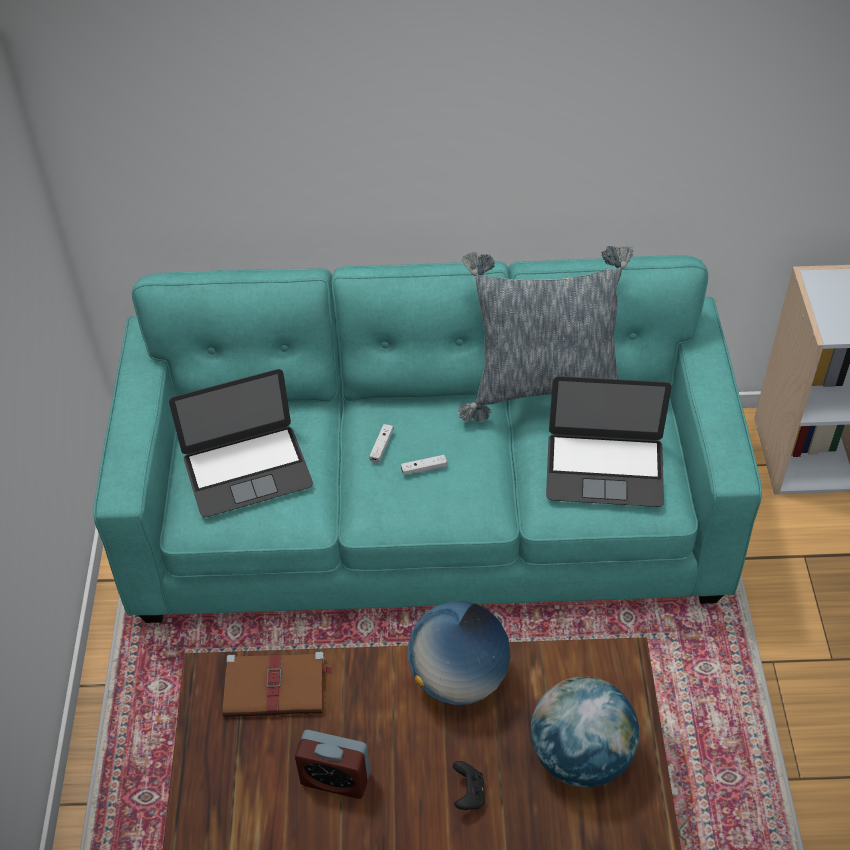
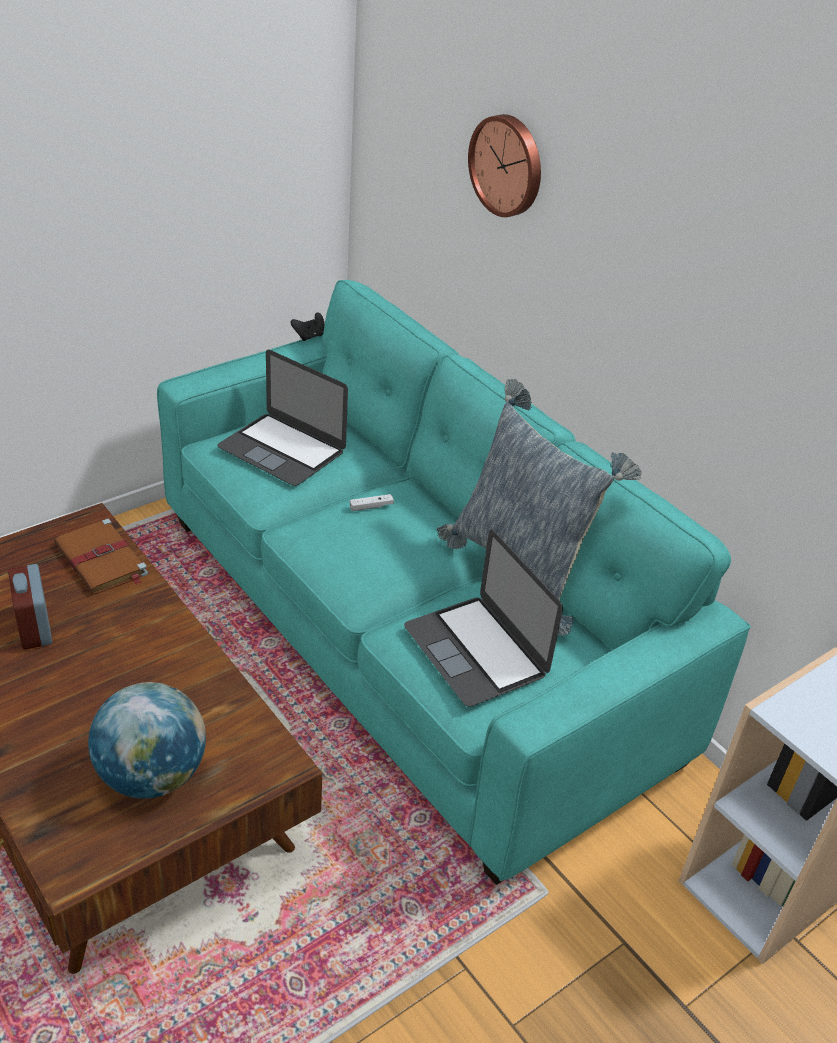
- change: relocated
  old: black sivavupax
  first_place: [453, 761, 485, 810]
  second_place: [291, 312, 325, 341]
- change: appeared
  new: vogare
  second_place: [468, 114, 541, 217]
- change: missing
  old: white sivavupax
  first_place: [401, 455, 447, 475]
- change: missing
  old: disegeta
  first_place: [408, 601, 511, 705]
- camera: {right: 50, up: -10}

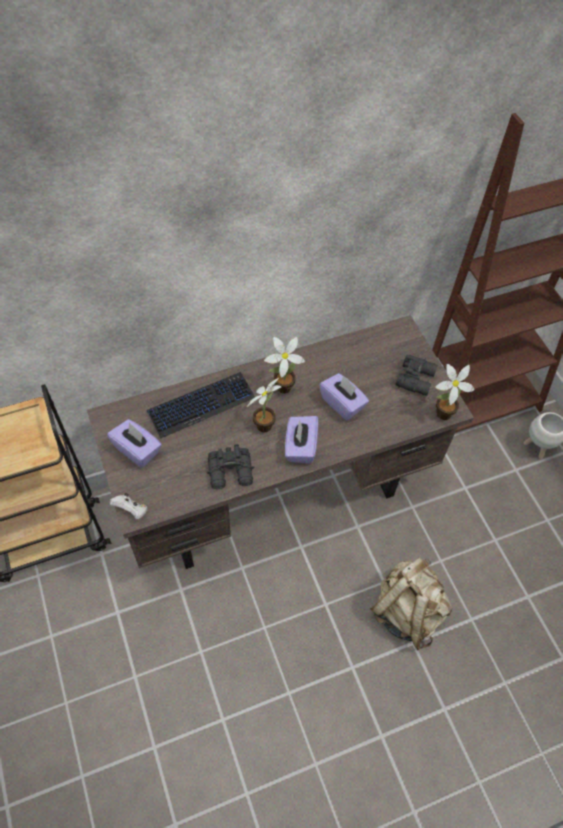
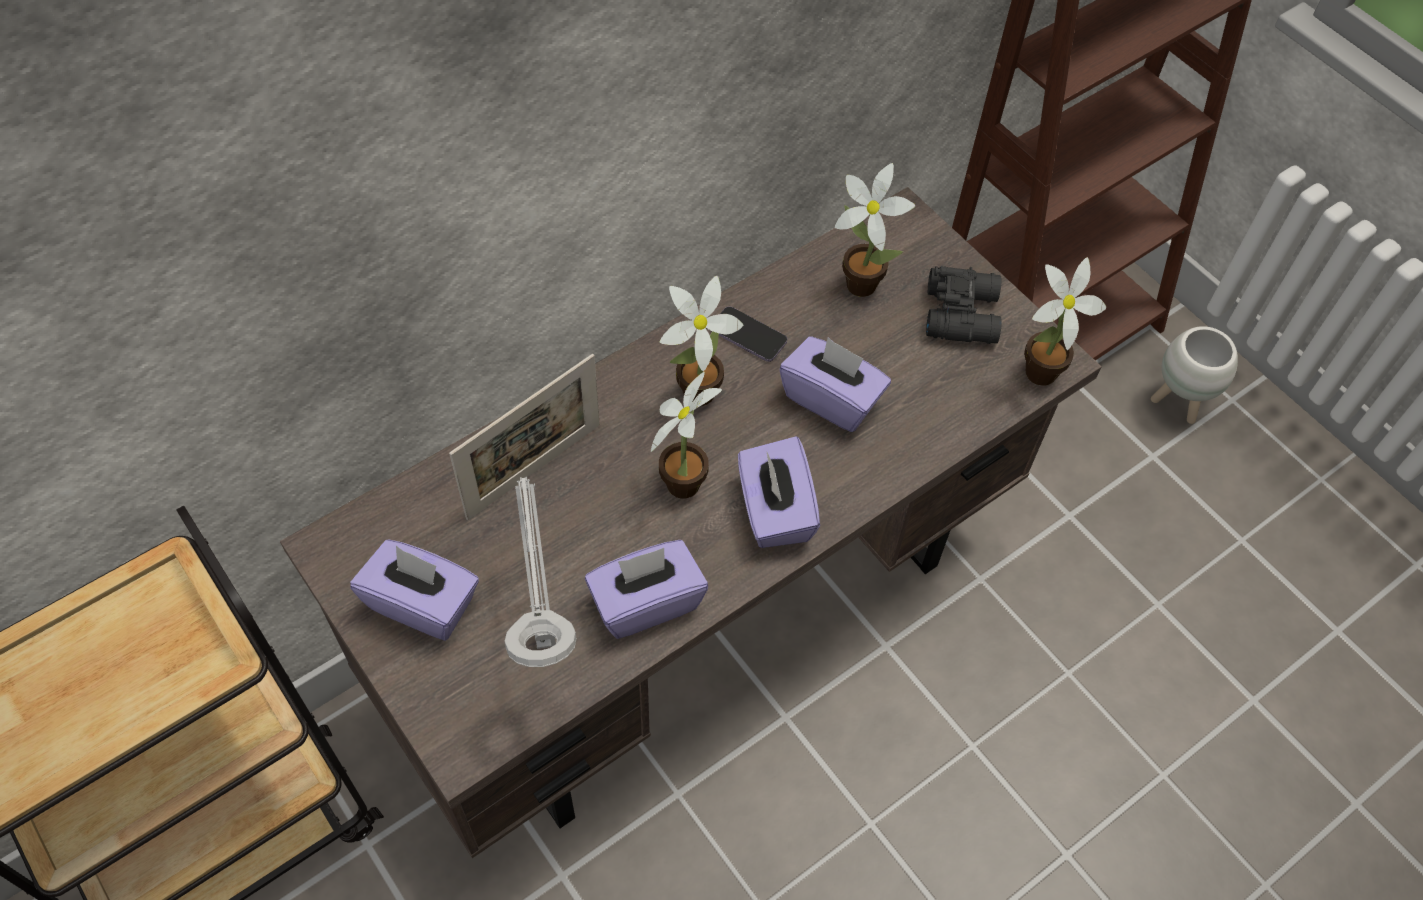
- change: exchanged
  old: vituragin
  new: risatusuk
  first_place: [147, 372, 255, 439]
  second_place: [449, 354, 600, 520]
- change: appeared
  new: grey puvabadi
  second_place: [505, 477, 576, 667]
- change: exchanged
  old: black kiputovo
  new: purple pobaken
  first_place: [207, 444, 254, 489]
  second_place: [585, 540, 708, 639]
- change: appeared
  new: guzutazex
  second_place: [719, 306, 787, 362]
- change: appeared
  new: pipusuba
  second_place: [835, 163, 915, 297]
- change: missing
  old: white sivavupax
  first_place: [110, 493, 148, 520]
- change: missing
  old: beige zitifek
  first_place: [370, 558, 452, 650]
- camera: {right: -15, up: 0}

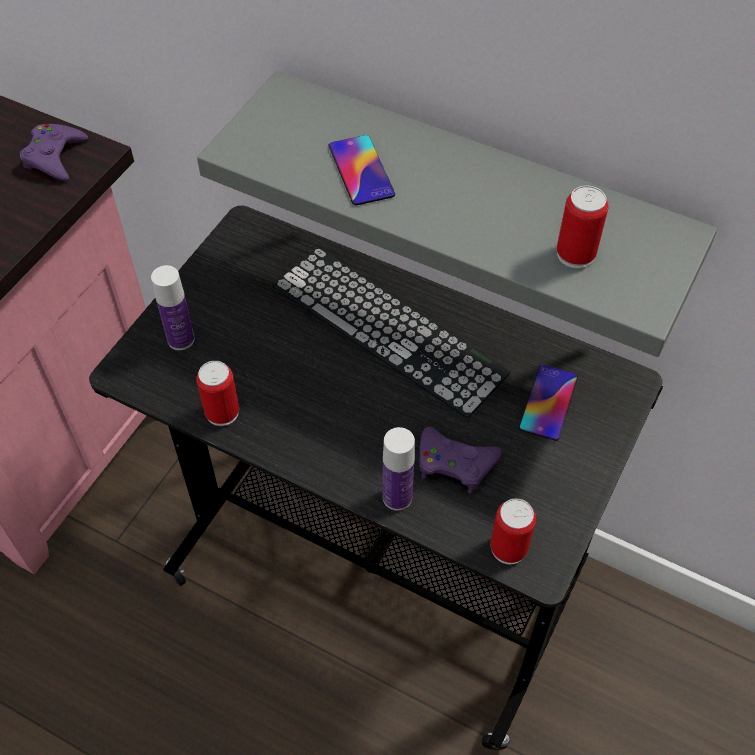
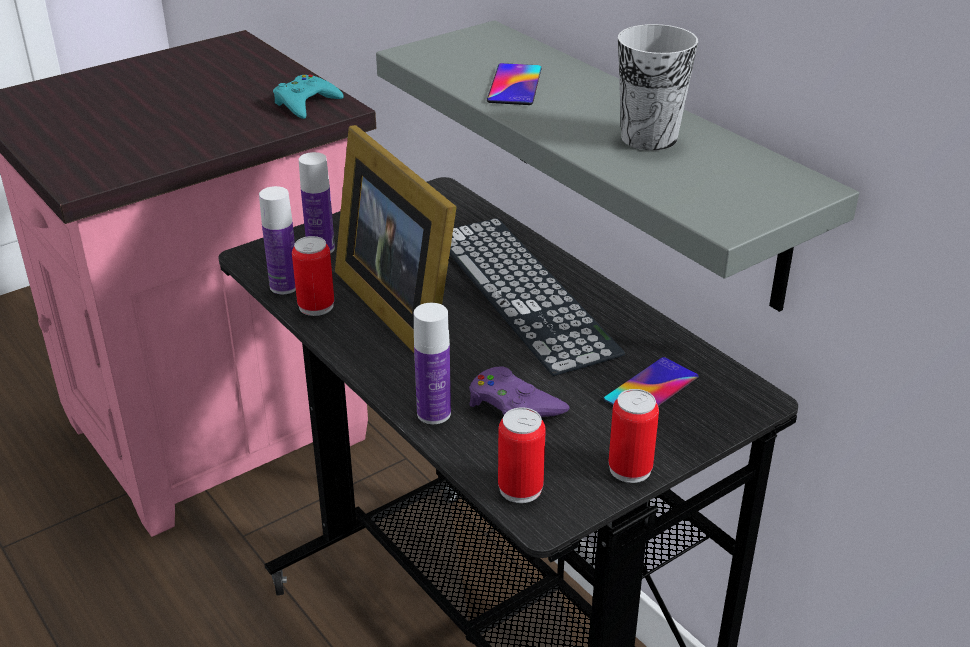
- change: appeared
  new: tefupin
  second_place: [259, 186, 296, 294]
- change: colour
  old: purple sivavupax
  new: turquoise sivavupax
  first_place: [20, 124, 88, 181]
  second_place: [273, 75, 344, 119]
- change: appeared
  new: risatusuk
  second_place: [335, 125, 457, 353]
- change: relocated
  old: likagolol
  first_place: [557, 186, 608, 269]
  second_place: [608, 389, 659, 483]
- change: appeared
  new: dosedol
  second_place: [618, 24, 698, 150]
- camera: {right: 25, up: -20}

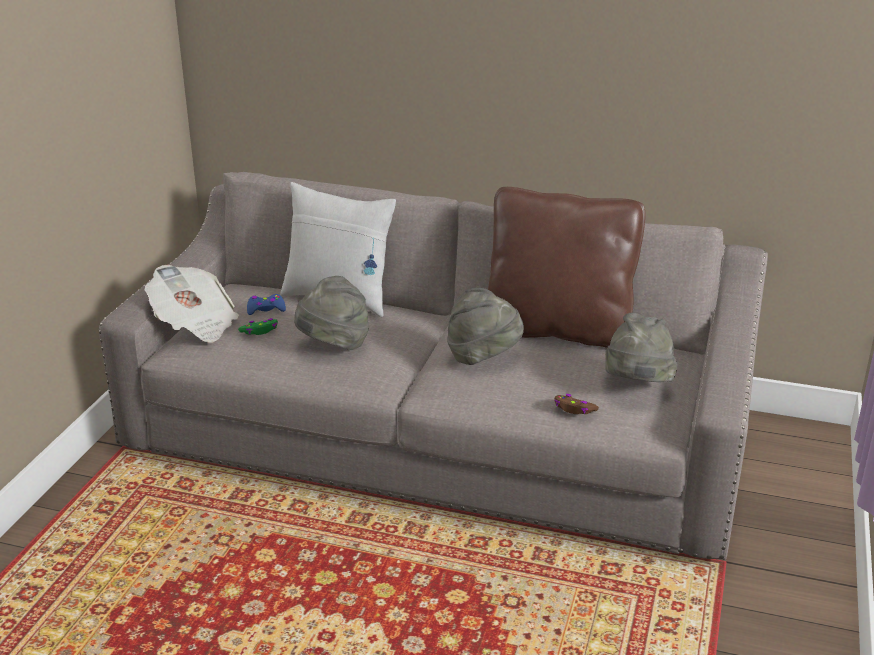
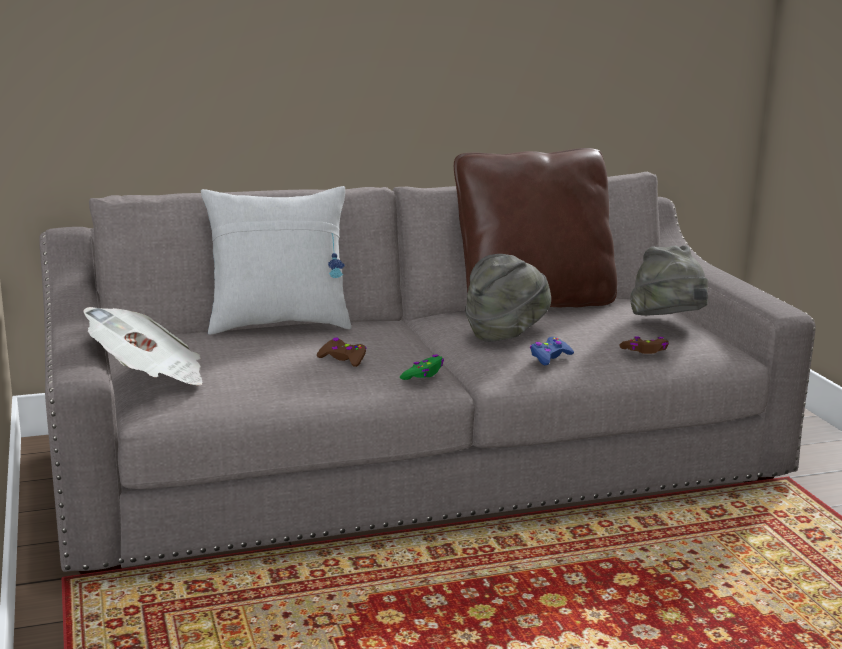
- change: exchanged
  old: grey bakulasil
  new: brown sivavupax
  first_place: [294, 276, 369, 350]
  second_place: [317, 337, 367, 367]
- change: relocated
  old: green sivavupax
  first_place: [238, 318, 278, 335]
  second_place: [400, 354, 444, 380]
- change: relocated
  old: blue sivavupax
  first_place: [247, 294, 286, 315]
  second_place: [530, 337, 574, 365]
- camera: {right: -35, up: -10}

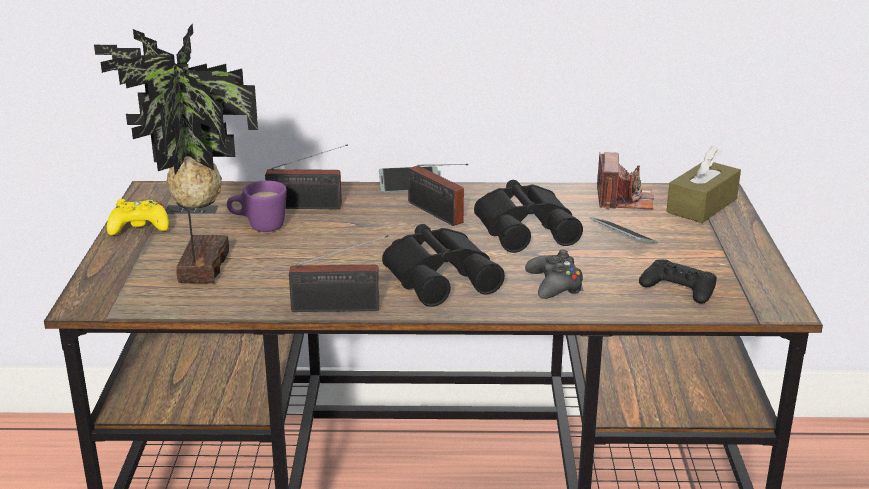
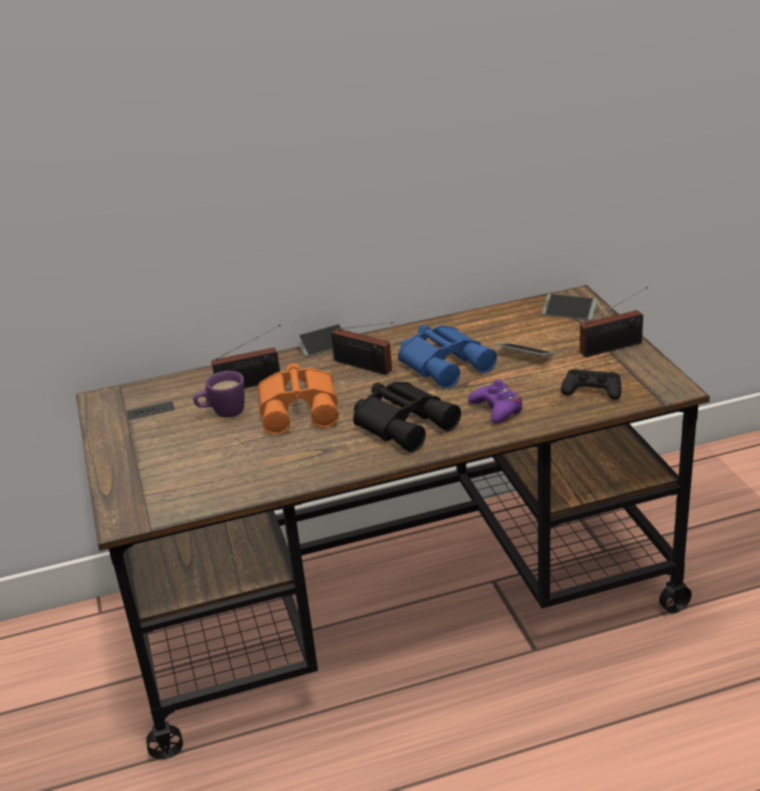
- change: appeared
  new: orange kiputovo
  second_place: [257, 363, 339, 435]
- change: colour
  old: black kiputovo
  new: blue kiputovo
  first_place: [474, 180, 583, 253]
  second_place: [398, 325, 497, 389]
- change: colour
  old: black sivavupax
  new: purple sivavupax
  first_place: [525, 250, 583, 299]
  second_place: [468, 379, 523, 424]
- change: exchanged
  old: brown pobaken
  new: guzutazex
  first_place: [667, 146, 741, 223]
  second_place: [542, 294, 598, 320]
- change: relocated
  old: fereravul
  first_place: [289, 235, 388, 312]
  second_place: [580, 287, 648, 357]
- change: missing
  old: pipusuba
  first_place: [94, 23, 258, 284]
- change: missing
  old: yellow sivavupax
  first_place: [107, 199, 169, 235]
- change: missing
  old: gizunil
  first_place: [597, 152, 654, 209]
- camera: {right: -15, up: 5}

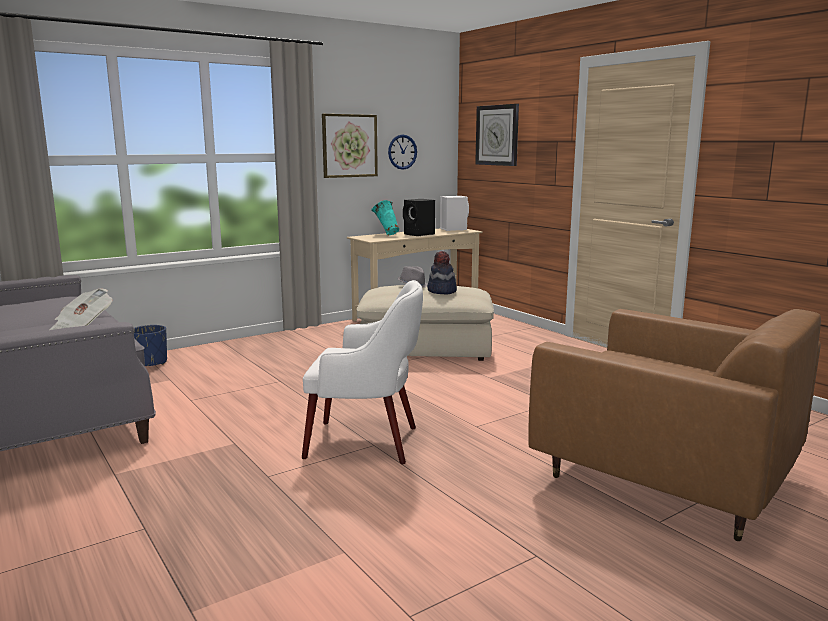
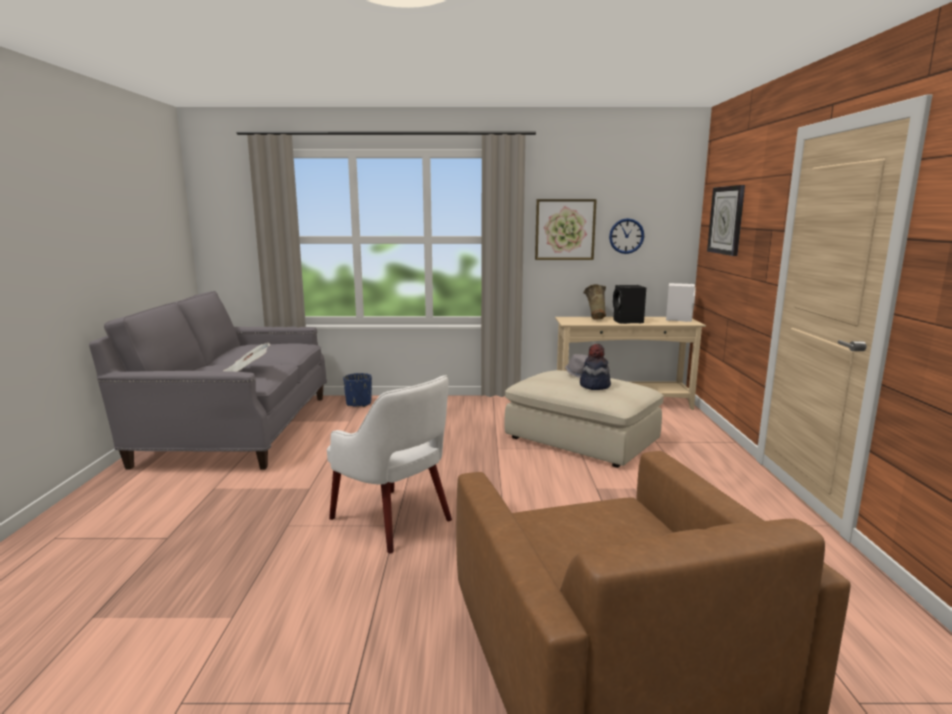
- change: colour
  old: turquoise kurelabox
  new: beige kurelabox
  first_place: [371, 200, 399, 236]
  second_place: [583, 284, 606, 320]
- camera: {right: 35, up: 0}

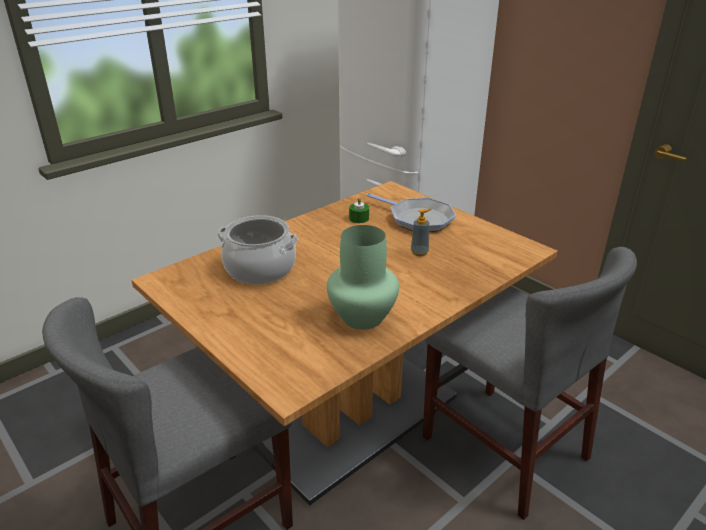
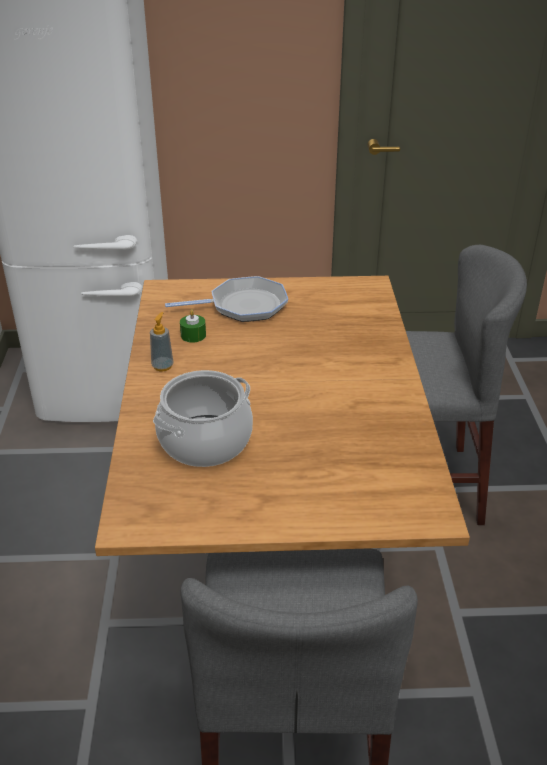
- change: relocated
  old: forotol
  first_place: [411, 209, 431, 256]
  second_place: [150, 312, 174, 372]
- change: missing
  old: green kurelabox
  first_place: [327, 225, 399, 330]
- camera: {right: -50, up: 5}

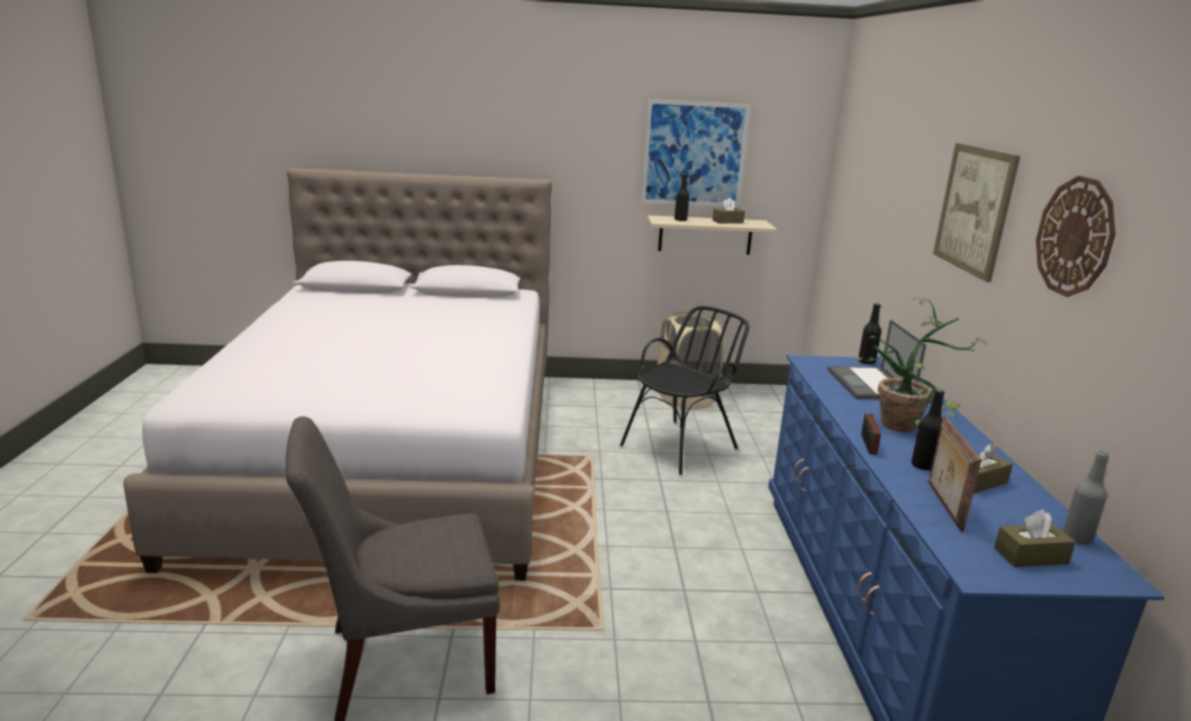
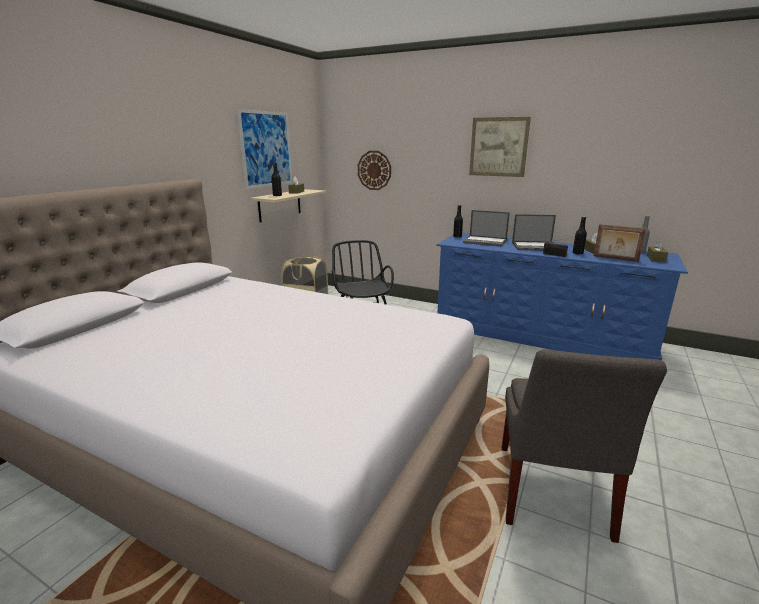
- change: relocated
  old: vogare
  first_place: [1036, 176, 1116, 297]
  second_place: [358, 151, 391, 190]
- change: exchanged
  old: pipusuba
  new: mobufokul
  first_place: [855, 298, 987, 432]
  second_place: [512, 214, 556, 251]
- camera: {right: -60, up: 0}

